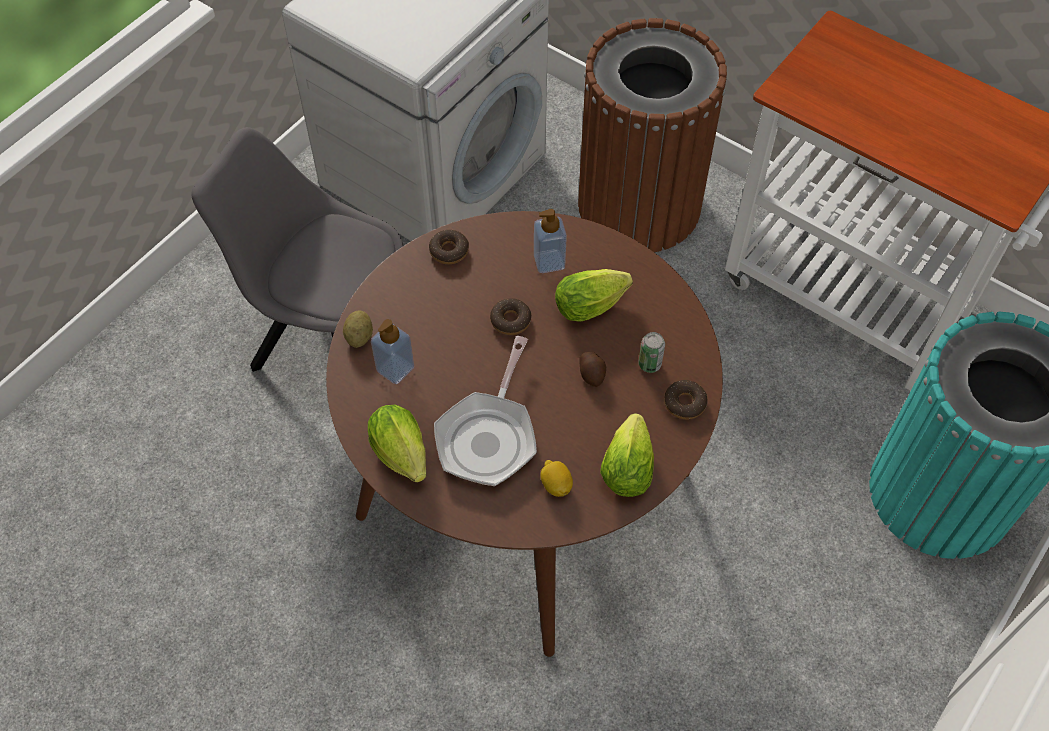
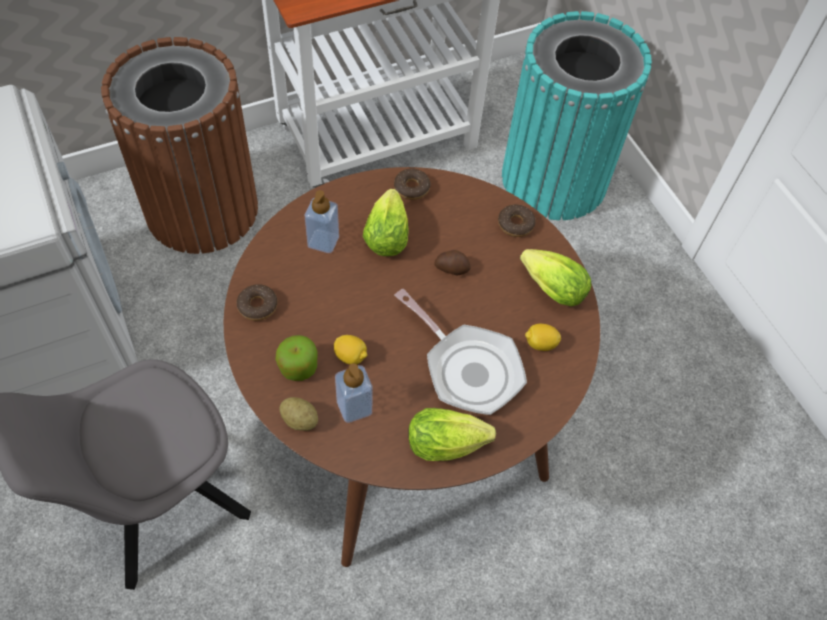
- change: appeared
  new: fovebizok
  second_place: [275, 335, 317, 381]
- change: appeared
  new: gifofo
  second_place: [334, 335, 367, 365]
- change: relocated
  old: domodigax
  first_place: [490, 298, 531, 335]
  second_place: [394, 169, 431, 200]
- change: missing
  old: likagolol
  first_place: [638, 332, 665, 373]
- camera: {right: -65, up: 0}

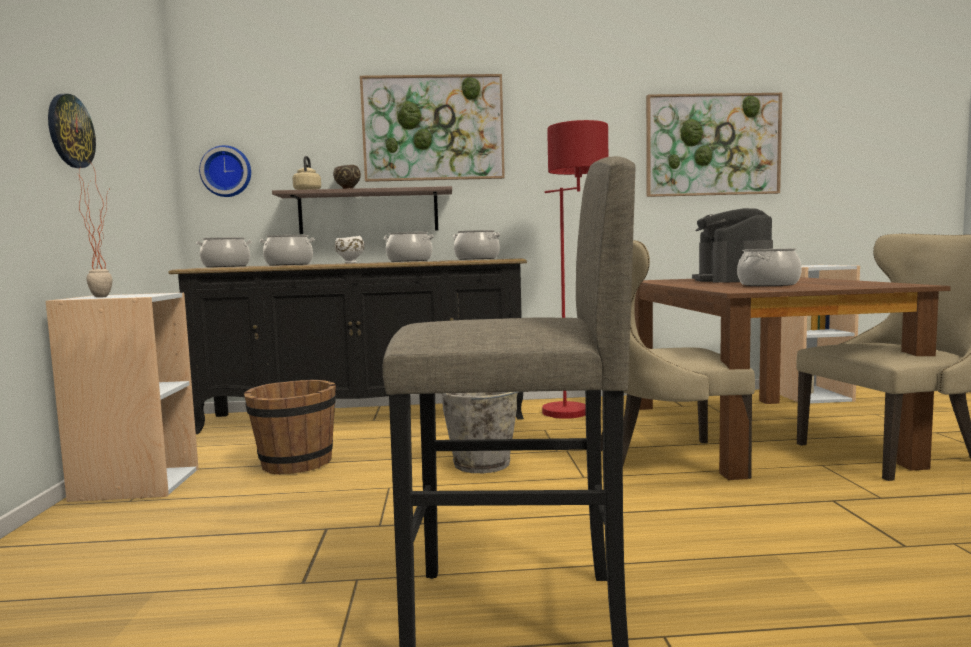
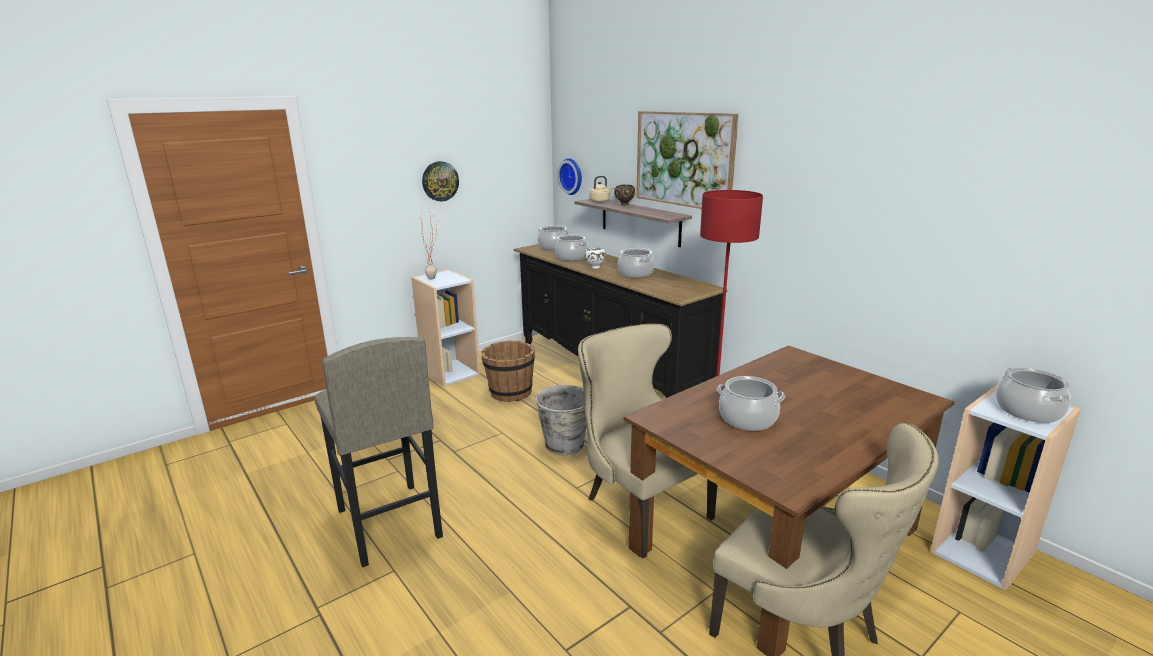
- change: relocated
  old: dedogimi
  first_place: [453, 230, 500, 260]
  second_place: [996, 367, 1071, 423]
- change: missing
  old: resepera
  first_place: [646, 93, 782, 197]
- change: missing
  old: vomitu
  first_place: [692, 208, 773, 283]
- camera: {right: 55, up: 15}

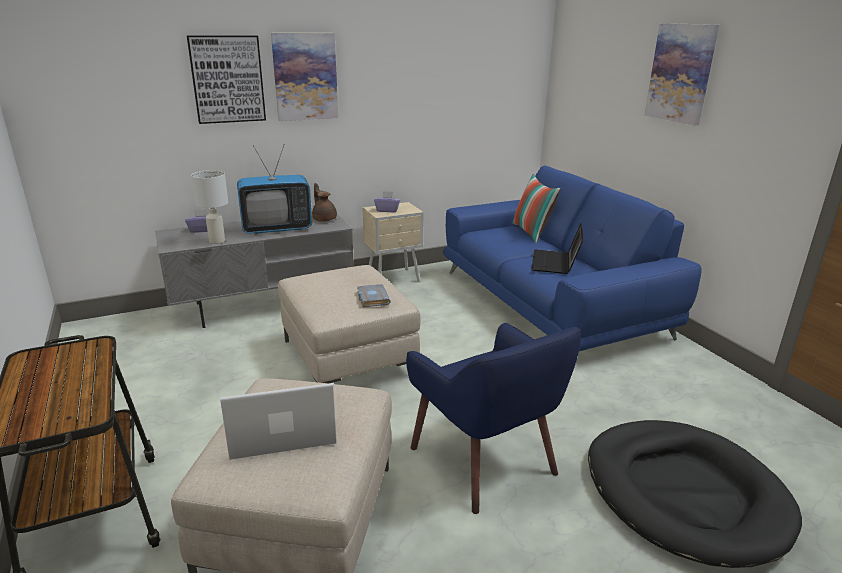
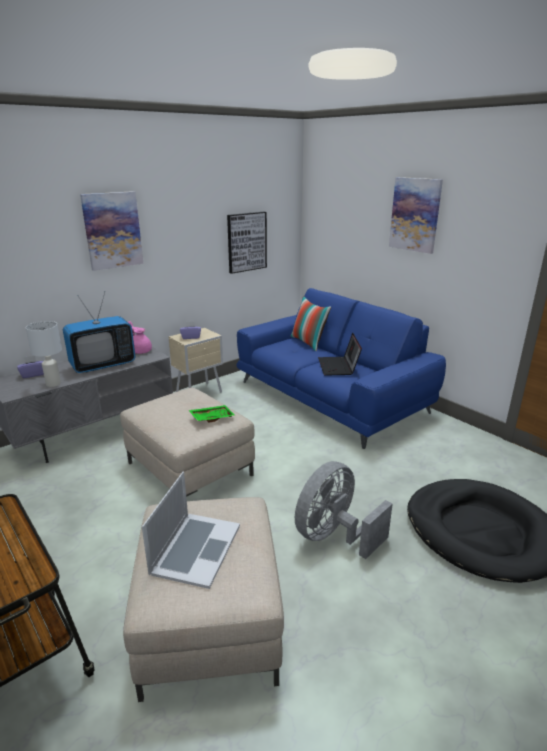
- change: colour
  old: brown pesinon
  new: pink pesinon
  first_place: [312, 183, 337, 221]
  second_place: [128, 321, 152, 354]
- change: spun
  old: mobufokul
  first_place: [220, 383, 337, 460]
  second_place: [142, 472, 240, 589]
  degrees: 135
- change: exchanged
  old: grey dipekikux
  new: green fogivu
  first_place: [357, 284, 390, 307]
  second_place: [189, 405, 235, 422]
- change: relocated
  old: resepera
  first_place: [187, 36, 266, 124]
  second_place: [227, 212, 267, 274]
- change: exchanged
  old: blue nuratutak
  new: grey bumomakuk
  first_place: [406, 323, 581, 514]
  second_place: [295, 461, 393, 559]
- camera: {right: -15, up: 0}

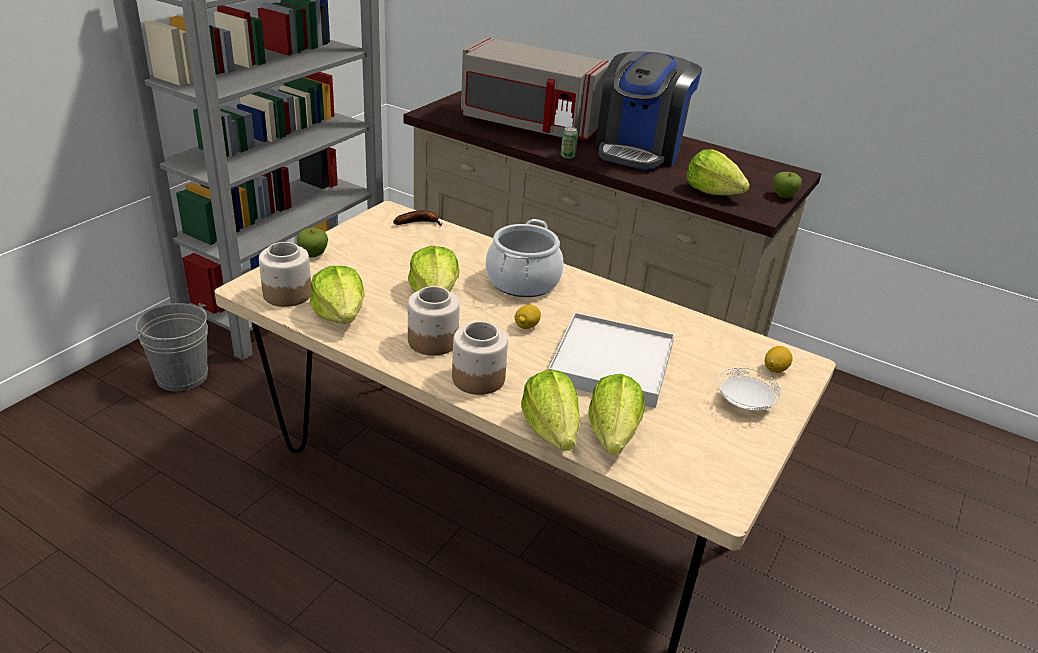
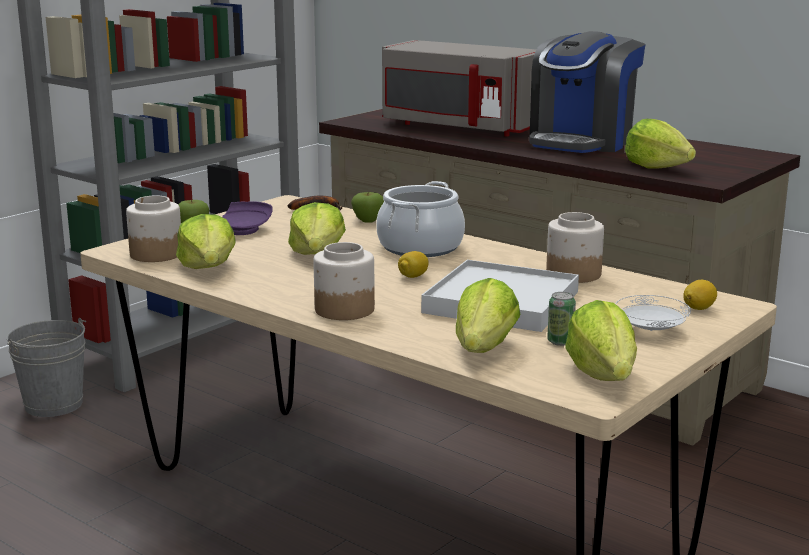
- change: appeared
  new: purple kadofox
  second_place: [222, 201, 273, 235]
- change: relocated
  old: fovebizok
  first_place: [773, 172, 802, 198]
  second_place: [351, 192, 384, 223]
- change: relocated
  old: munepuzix
  first_place: [408, 286, 460, 356]
  second_place: [546, 212, 604, 283]
- change: relocated
  old: likagolol
  first_place: [561, 127, 578, 159]
  second_place: [547, 292, 576, 346]
- change: relocated
  old: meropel
  first_place: [521, 369, 580, 451]
  second_place: [566, 300, 637, 381]
- camera: {right: 10, up: -15}

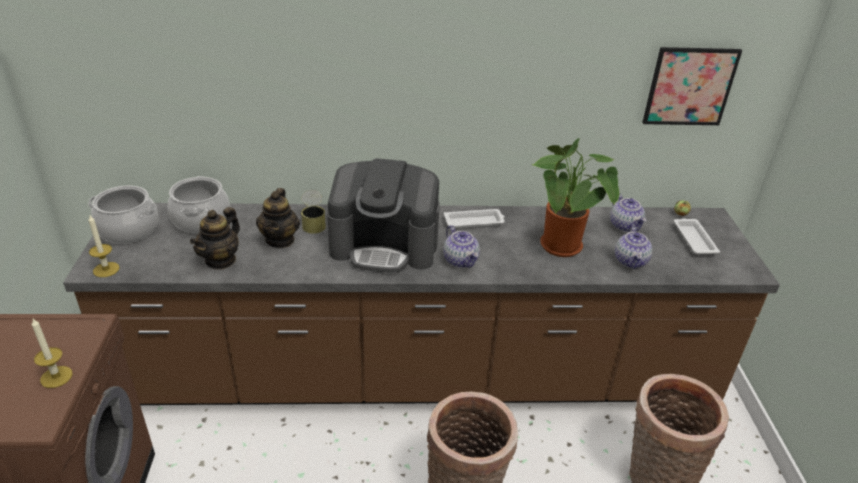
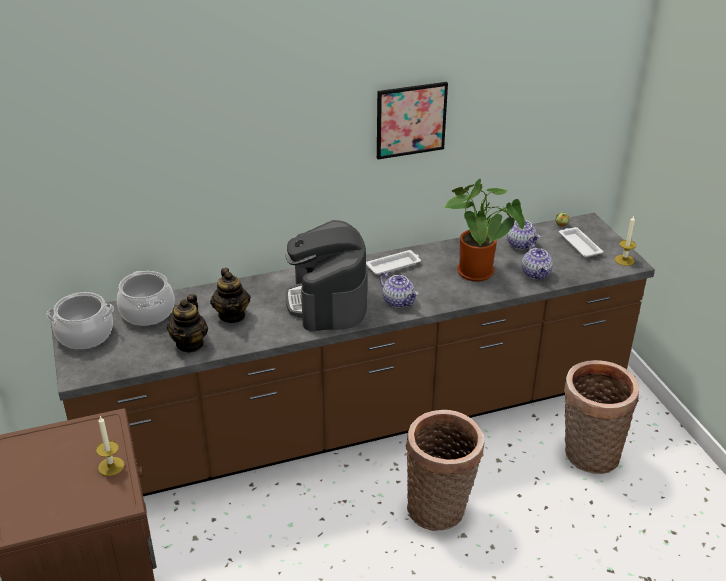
- change: spun
  old: vomitu
  first_place: [327, 158, 440, 273]
  second_place: [285, 220, 367, 332]
  degrees: 90
- change: relocated
  old: resepera
  first_place: [642, 47, 742, 125]
  second_place: [377, 82, 448, 159]
- change: relocated
  old: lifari
  first_place: [88, 215, 119, 277]
  second_place: [615, 215, 636, 266]
- change: missing
  old: likagolol
  first_place: [301, 190, 326, 234]
- camera: {right: -15, up: 0}

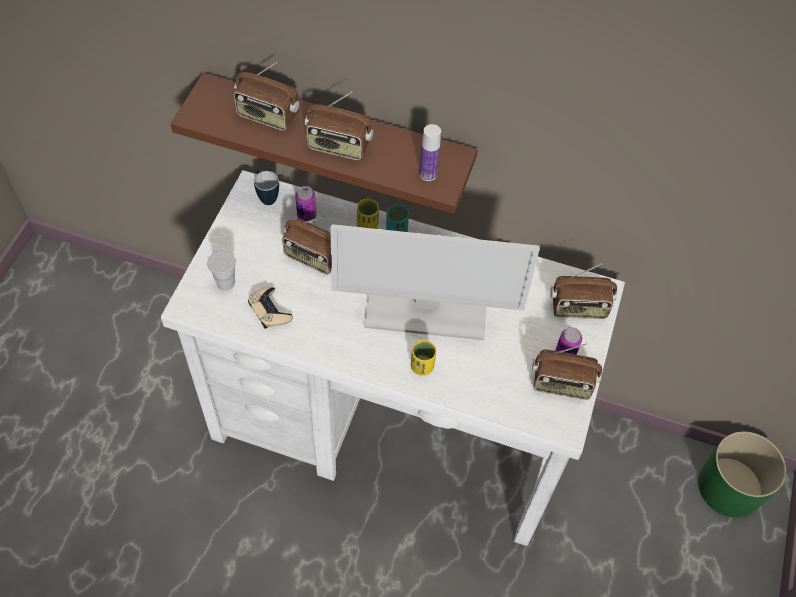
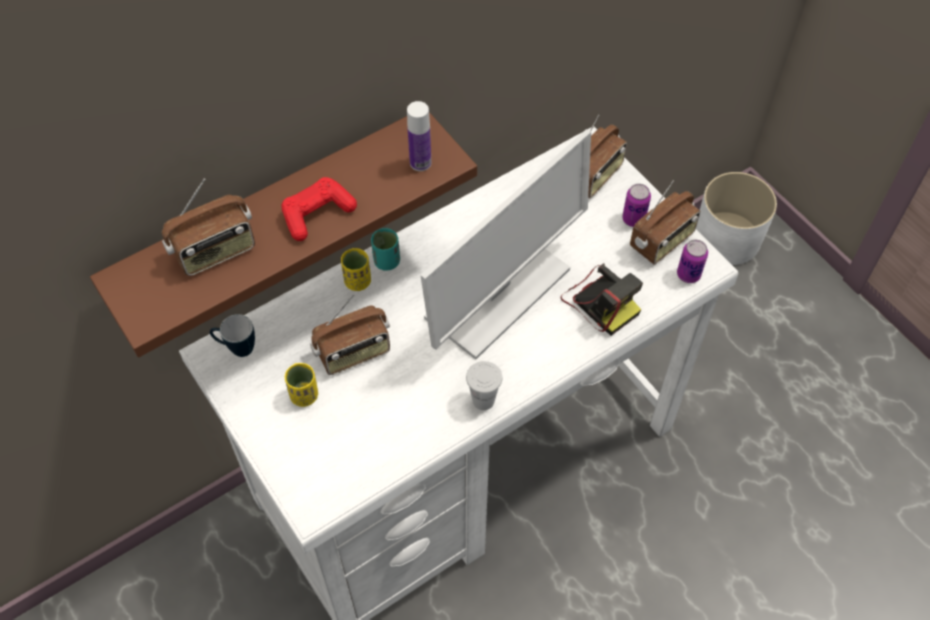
- change: exchanged
  old: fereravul
  new: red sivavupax
  first_place: [305, 92, 373, 161]
  second_place: [281, 177, 357, 241]
- change: relocated
  old: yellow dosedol
  first_place: [411, 340, 436, 376]
  second_place: [285, 363, 318, 407]
- change: relocated
  old: white dosedol
  first_place: [207, 250, 236, 291]
  second_place: [466, 361, 502, 410]
- change: appeared
  new: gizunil
  second_place: [561, 263, 643, 336]
- change: relocated
  old: likagolol
  first_place: [296, 186, 317, 221]
  second_place: [677, 240, 708, 283]
- change: colour
  old: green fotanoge
  new: white fotanoge
  first_place: [698, 431, 786, 518]
  second_place: [696, 172, 777, 265]
- change: missing
  old: beige sivavupax
  first_place: [248, 286, 293, 329]
- camera: {right: -50, up: 0}

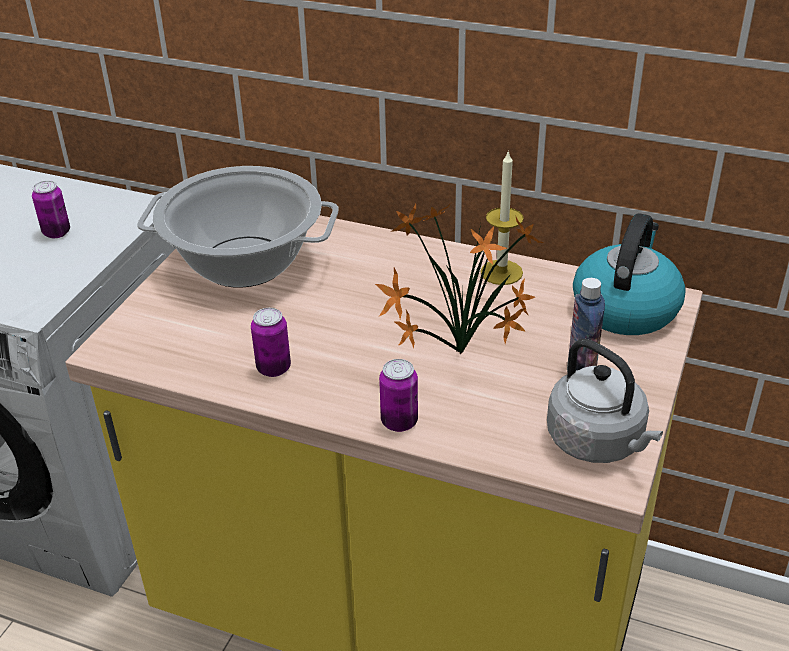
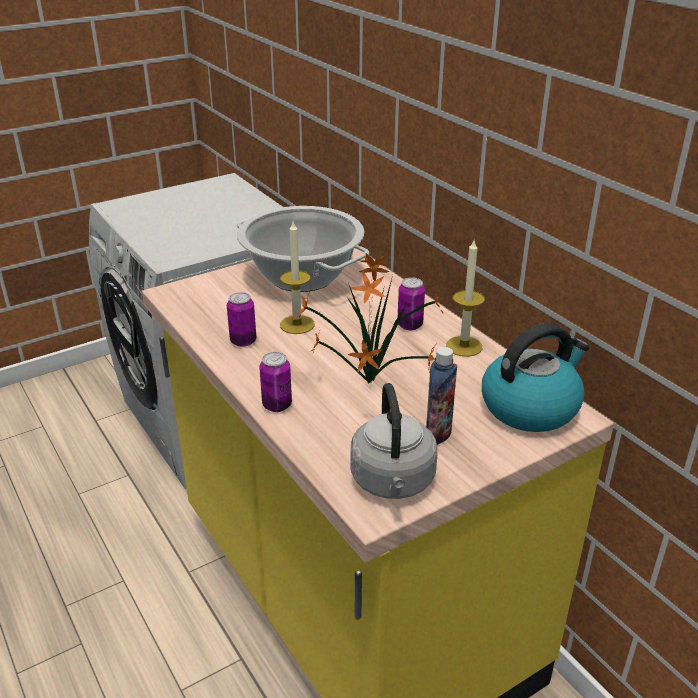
- change: appeared
  new: lifari
  second_place: [280, 222, 315, 334]
- change: relocated
  old: likagolol
  first_place: [32, 181, 70, 238]
  second_place: [398, 277, 425, 330]
- camera: {right: 35, up: -5}

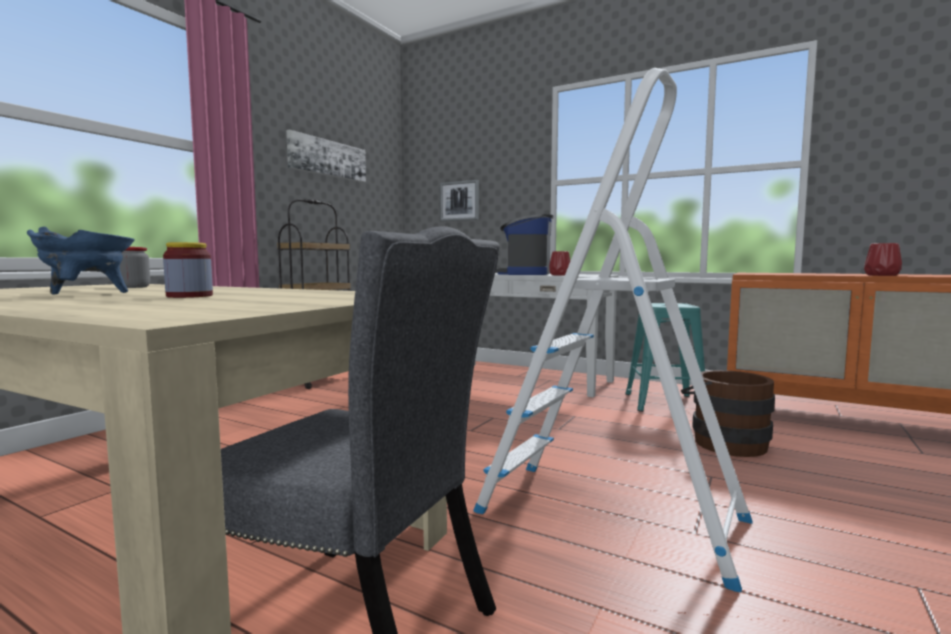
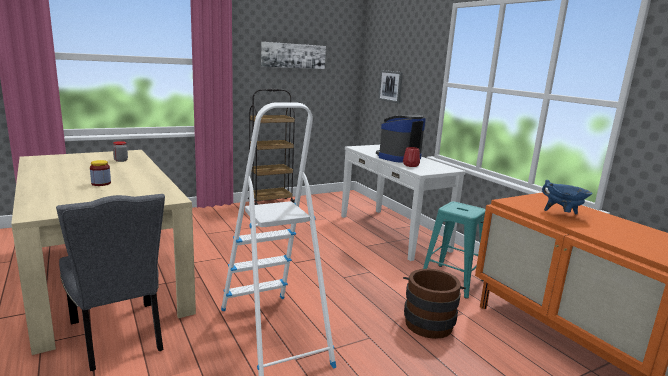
- change: relocated
  old: blue dedogimi
  first_place: [27, 226, 135, 295]
  second_place: [542, 180, 593, 214]
- change: missing
  old: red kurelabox
  first_place: [864, 243, 902, 276]
- camera: {right: 30, up: 10}

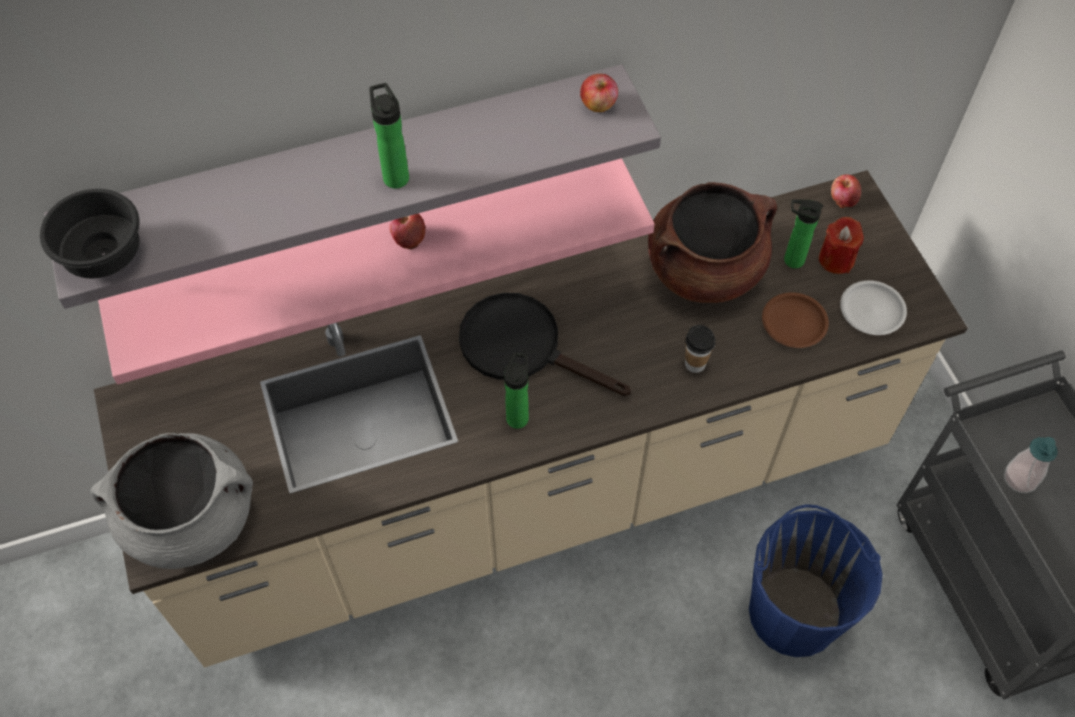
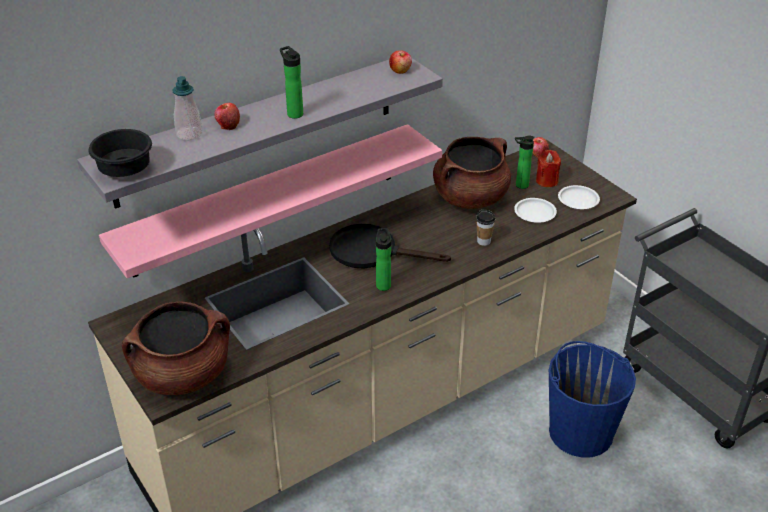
- change: colour
  old: grey dedogimi
  new: brown dedogimi
  first_place: [91, 433, 253, 569]
  second_place: [122, 301, 230, 395]
- change: relocated
  old: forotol
  first_place: [1004, 437, 1058, 493]
  second_place: [173, 76, 203, 141]
- change: relocated
  old: fovebizok
  first_place: [389, 213, 425, 250]
  second_place: [214, 103, 240, 130]
- change: colour
  old: brown kadofox
  new: white kadofox
  first_place: [762, 292, 829, 348]
  second_place: [514, 198, 557, 223]
- camera: {right: -15, up: -20}

